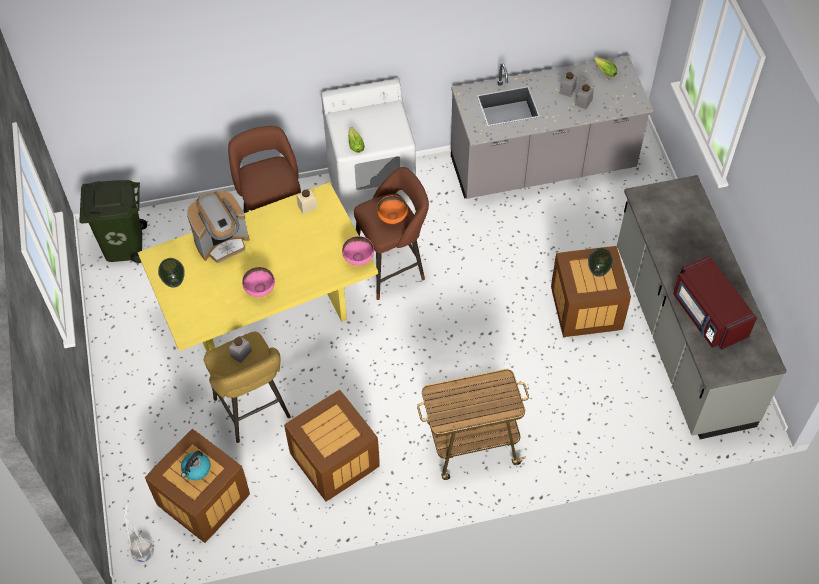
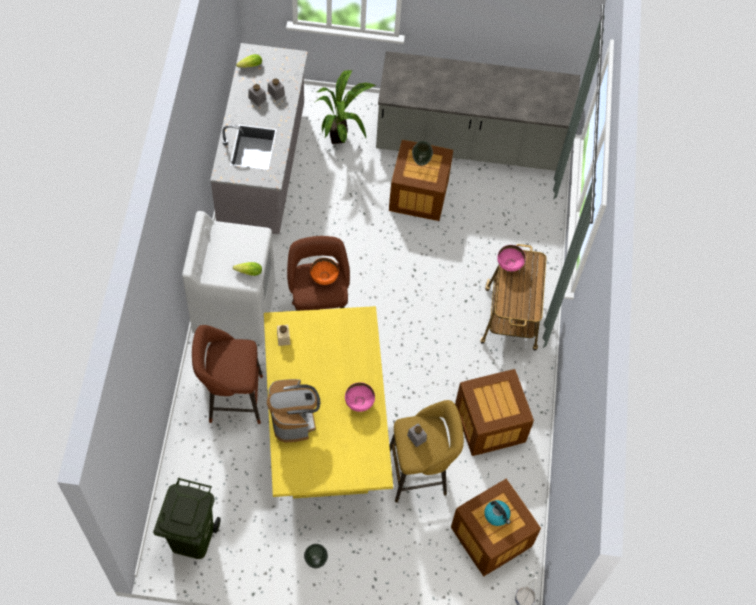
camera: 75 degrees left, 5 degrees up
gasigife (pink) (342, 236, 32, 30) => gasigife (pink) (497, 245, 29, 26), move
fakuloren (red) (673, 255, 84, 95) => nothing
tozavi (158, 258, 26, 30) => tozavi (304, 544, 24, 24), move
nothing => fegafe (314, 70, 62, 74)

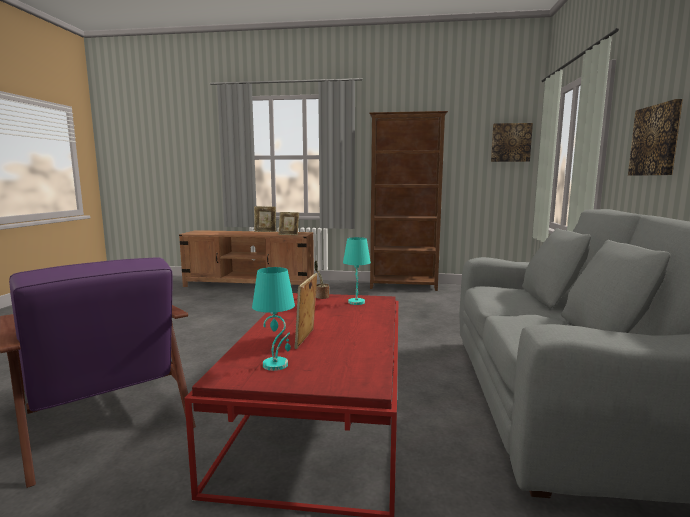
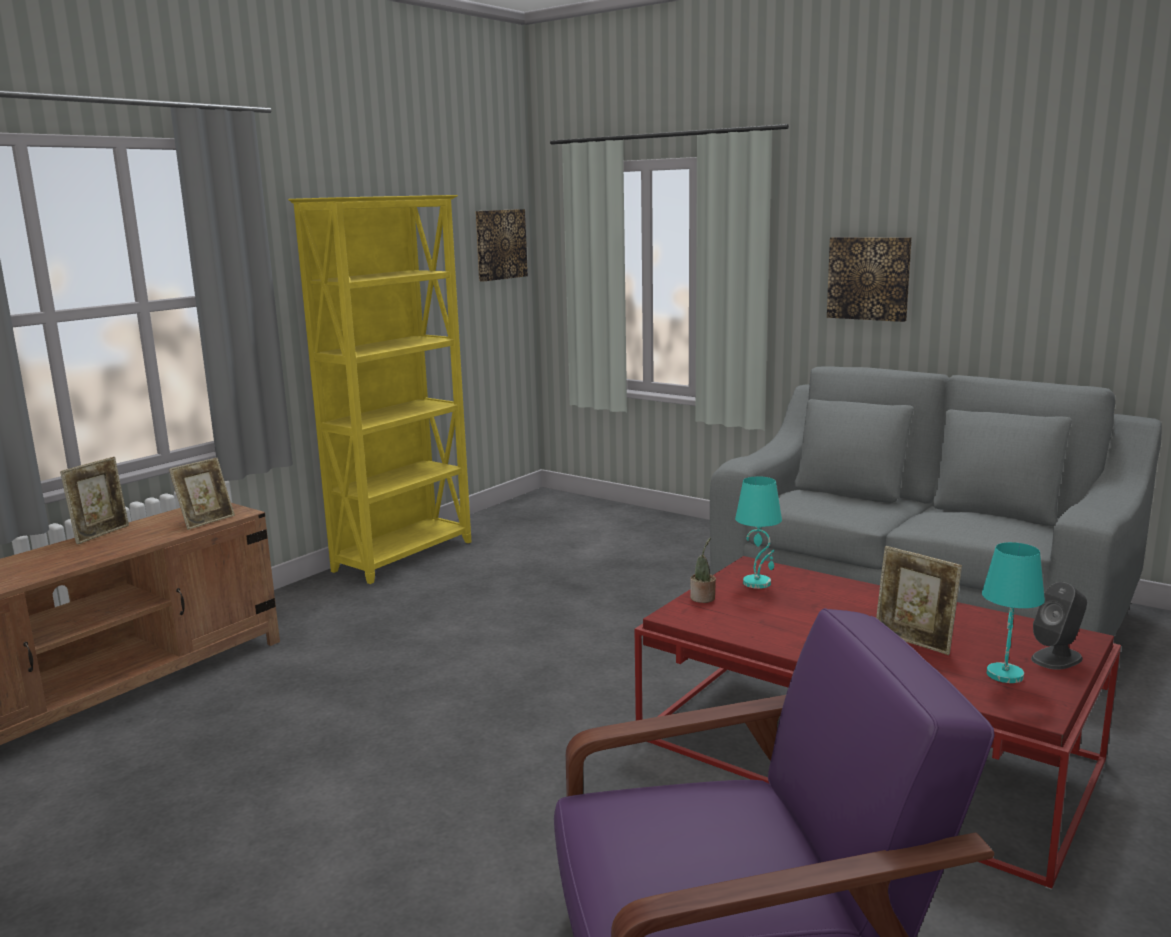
camera: 60 degrees left, 5 degrees up
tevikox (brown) (369, 111, 79, 180) => tevikox (yellow) (288, 195, 184, 389)
nothing => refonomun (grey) (1031, 582, 56, 88)

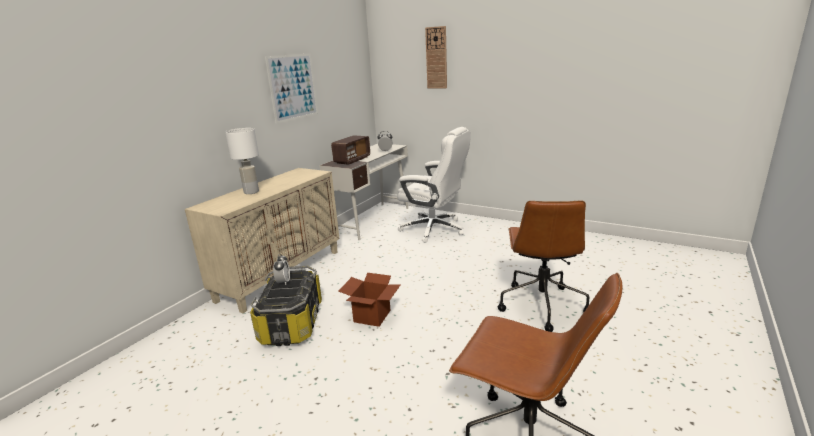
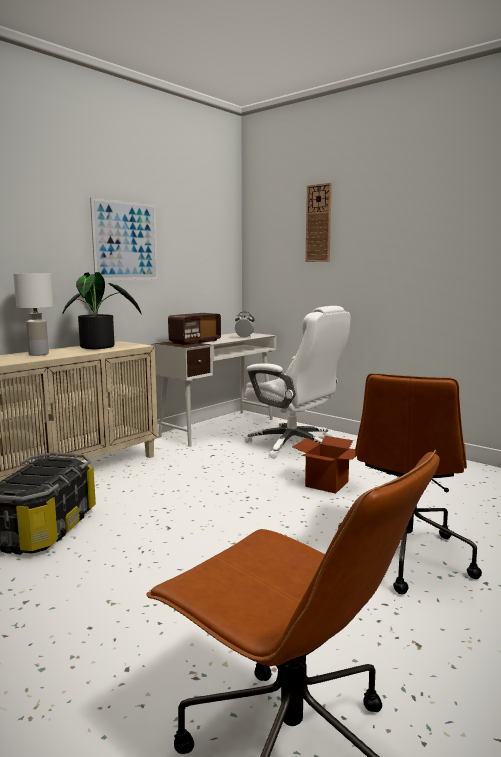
camera: 10 degrees right, 10 degrees down
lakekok (273, 254, 17, 31) => nothing
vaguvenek (338, 273, 62, 54) => vaguvenek (293, 436, 63, 58), move
nothing => fegafe (62, 272, 79, 77)

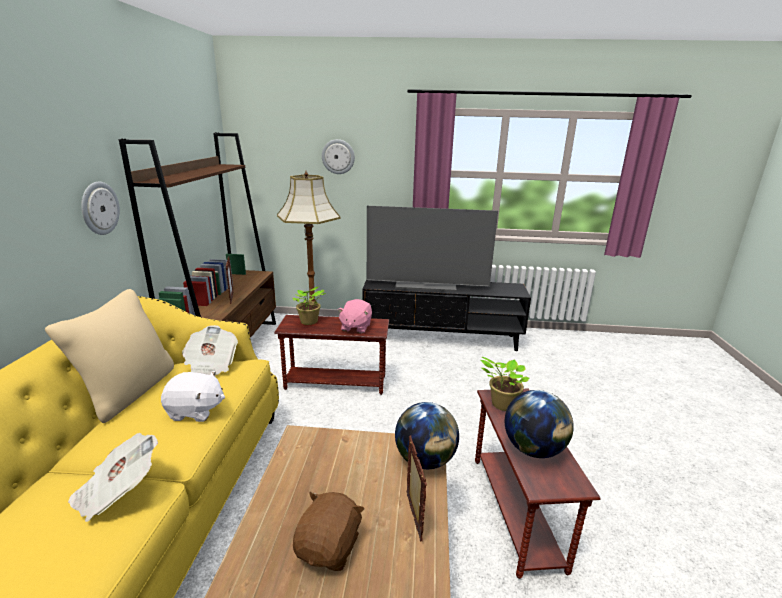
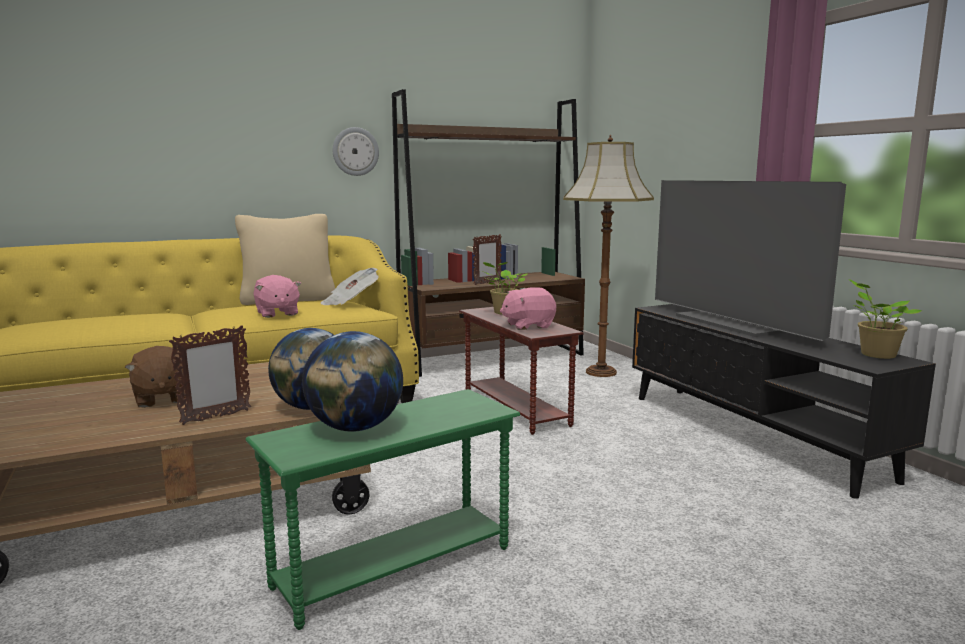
camera: 60 degrees right, 10 degrees down
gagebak (322, 139, 33, 35) => nothing
fegafe (481, 357, 49, 54) => fegafe (849, 279, 73, 80), move
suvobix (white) (161, 371, 64, 51) => suvobix (pink) (253, 275, 48, 43)
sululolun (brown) (475, 389, 126, 190) => sululolun (green) (245, 389, 275, 241)
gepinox (68, 433, 90, 89) => nothing
suvobix (brown) (293, 492, 71, 79) => suvobix (brown) (125, 346, 61, 62), 75 degrees clockwise

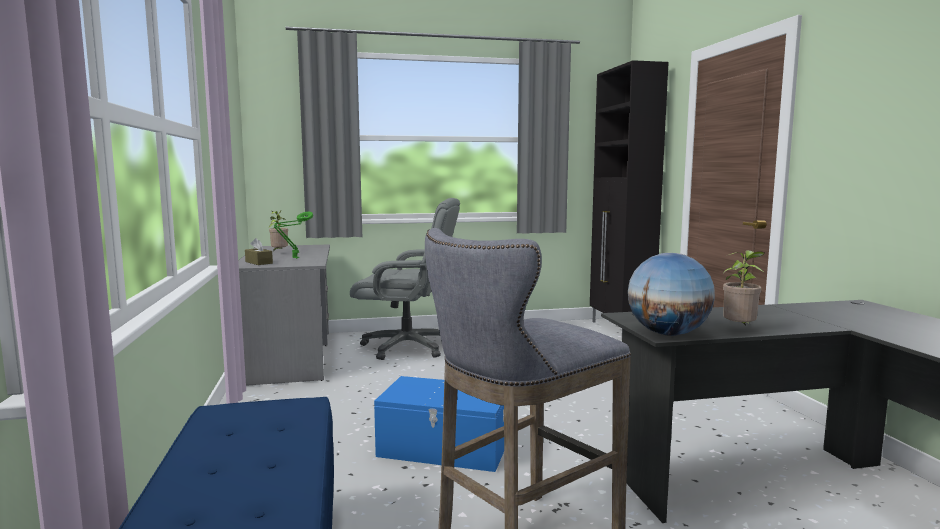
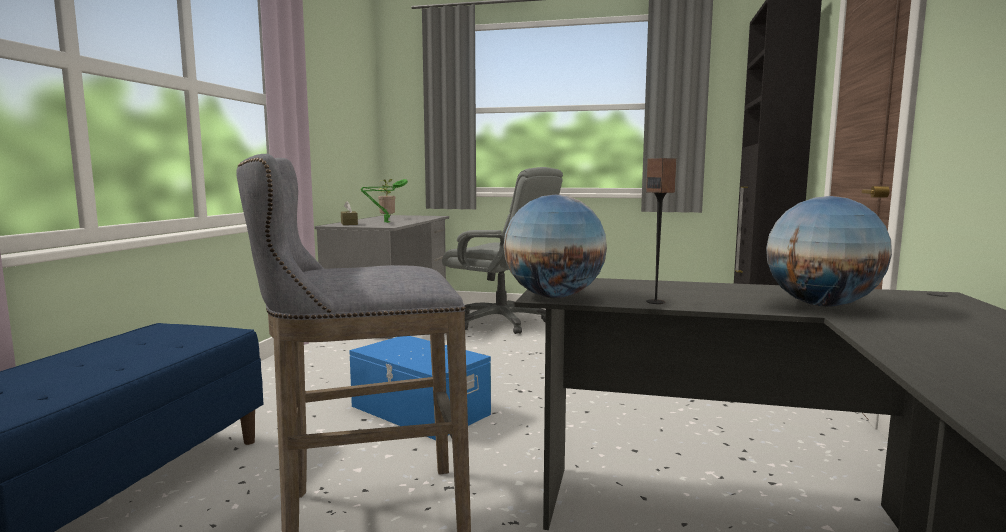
camera: 25 degrees right, 0 degrees up
fegafe (723, 250, 42, 76) => refonomun (646, 158, 31, 146)
nothing => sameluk (766, 196, 126, 111)

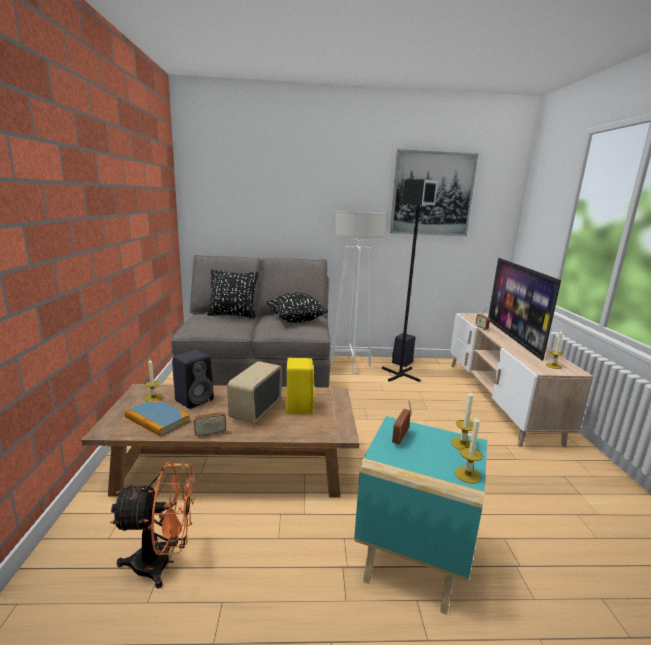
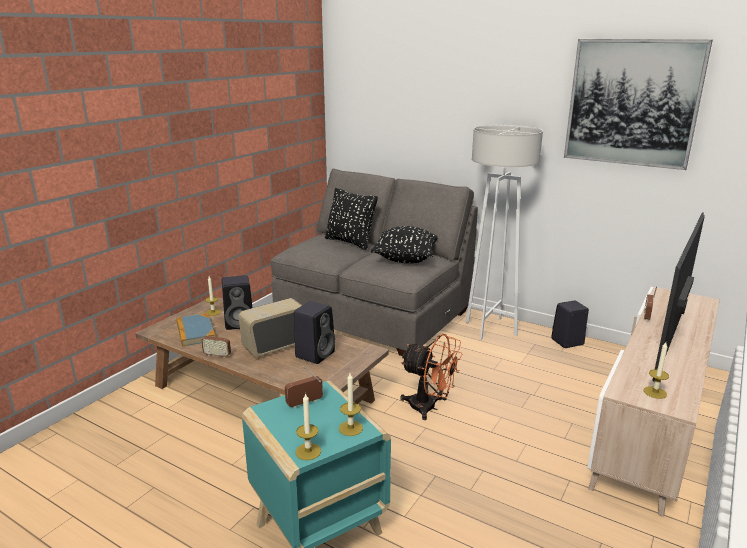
camera: 35 degrees right, 5 degrees up
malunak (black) (382, 179, 56, 203) => nothing
refonomun (yellow) (286, 358, 29, 56) => refonomun (black) (294, 301, 41, 63)
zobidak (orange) (110, 461, 85, 128) => zobidak (orange) (400, 334, 62, 86), move

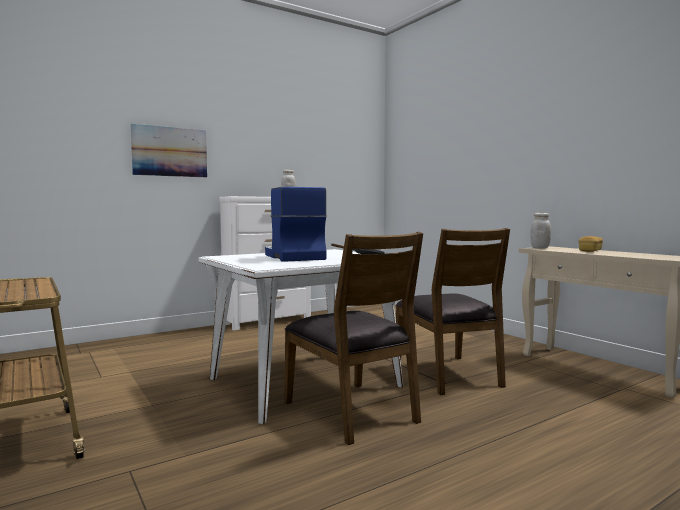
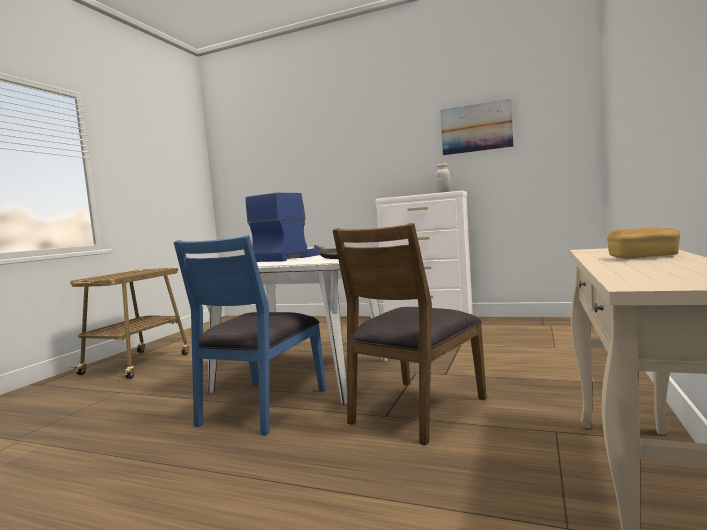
camera: 55 degrees right, 0 degrees up
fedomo (131, 124, 76, 53) => fedomo (440, 99, 73, 56), move
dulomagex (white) (531, 213, 20, 35) => nothing
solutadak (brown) (284, 232, 139, 213) => solutadak (blue) (174, 235, 152, 201)

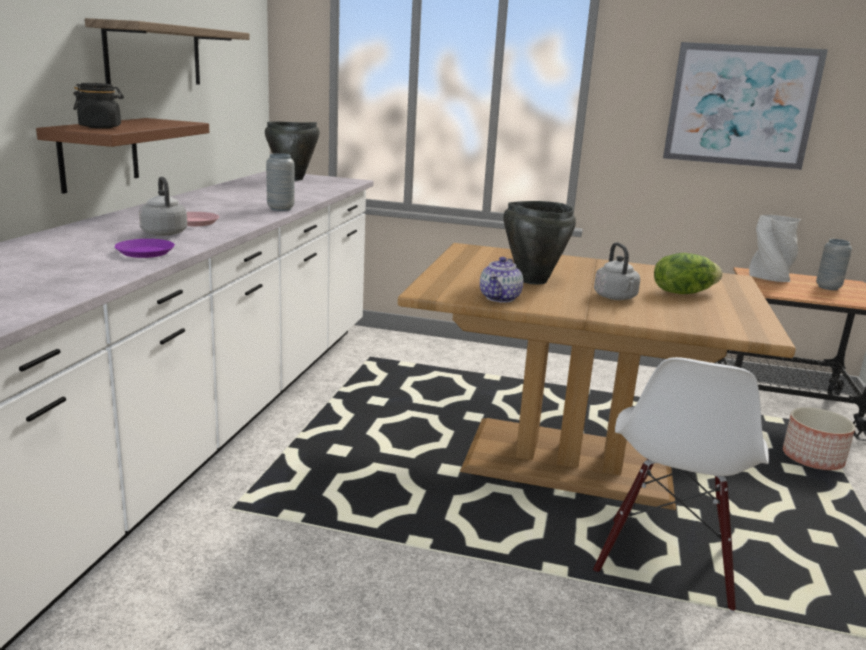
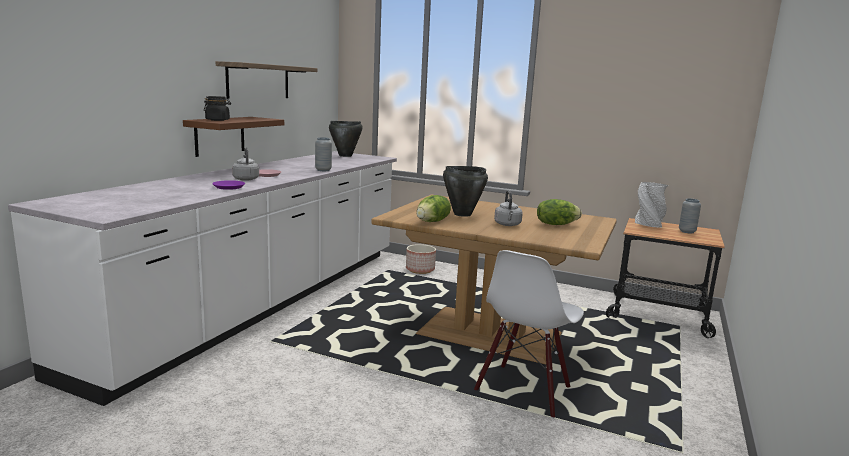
camera: 10 degrees right, 5 degrees down
fedomo (663, 42, 165, 128) => nothing
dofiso (480, 257, 43, 46) => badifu (416, 195, 35, 27)
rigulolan (783, 407, 72, 63) => rigulolan (406, 244, 30, 30), move

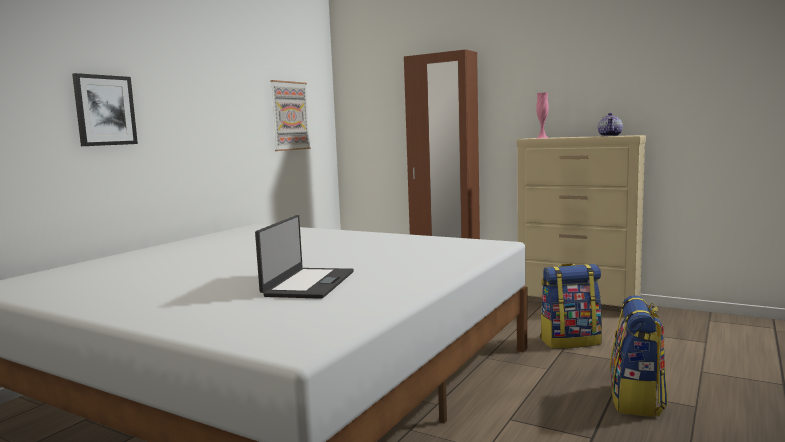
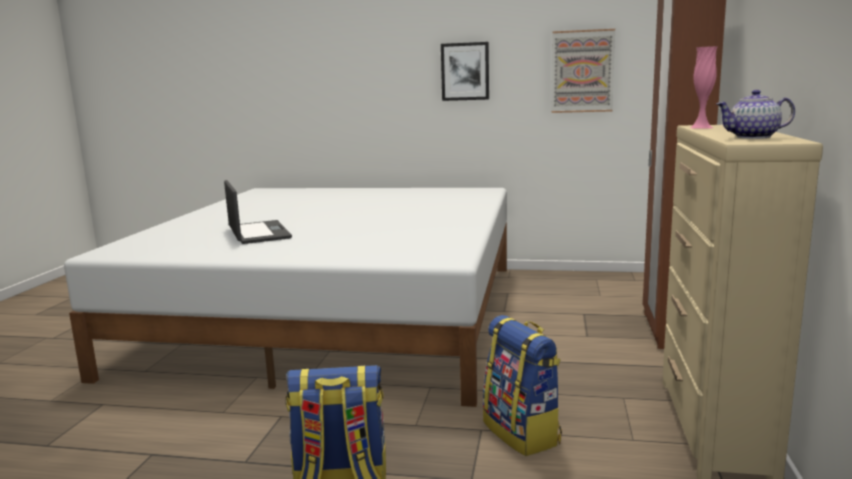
camera: 70 degrees right, 5 degrees up
fedomo (72, 73, 66, 73) => fedomo (441, 42, 48, 59), move
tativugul (255, 215, 99, 84) => tativugul (224, 180, 68, 64), 105 degrees counterclockwise

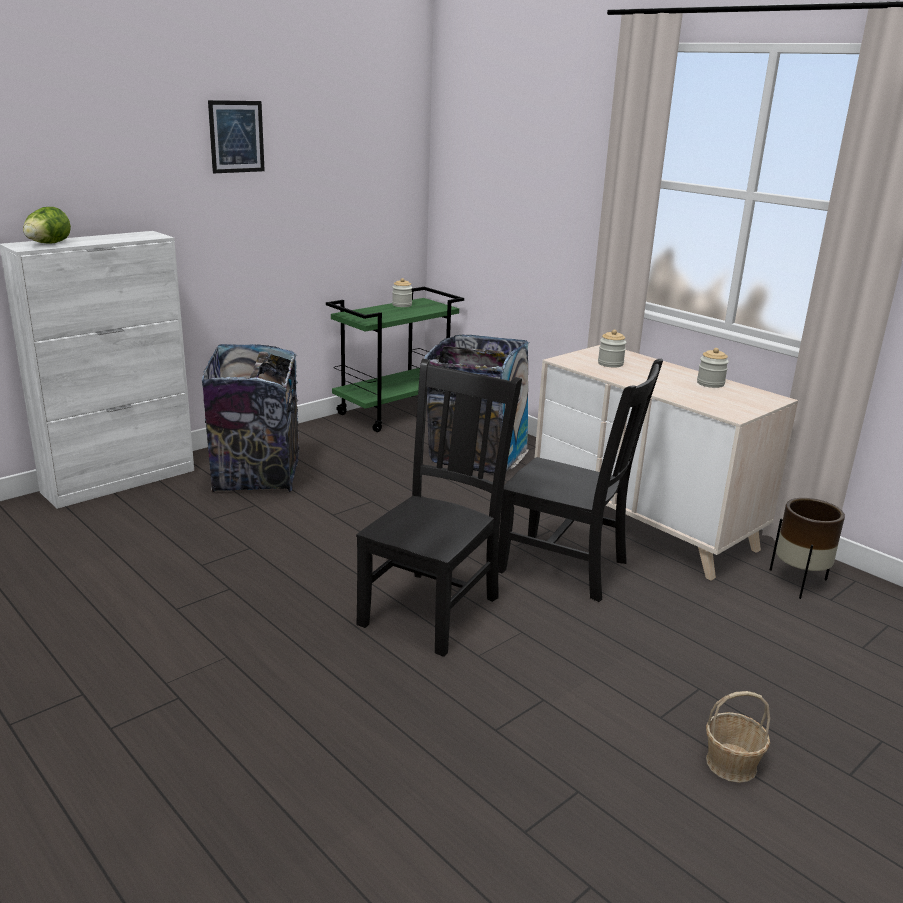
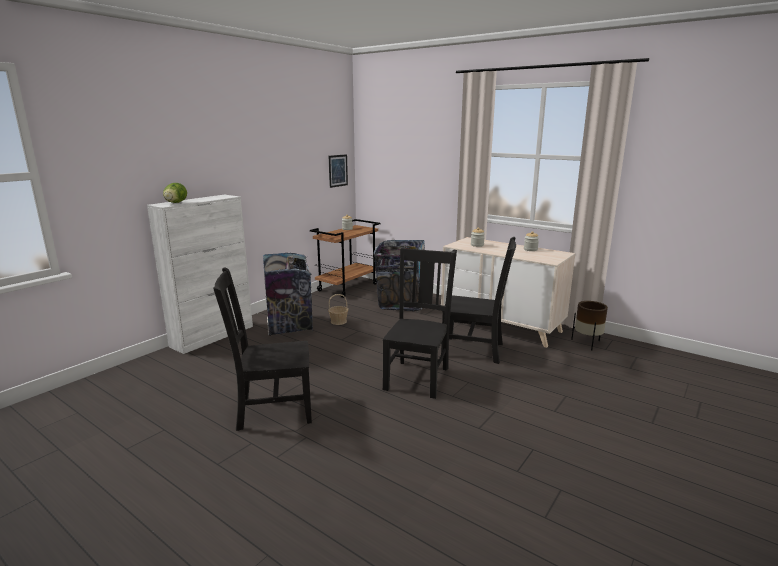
camera: 10 degrees left, 5 degrees down
fedomo (208, 100, 57, 73) => fedomo (329, 154, 19, 34), move
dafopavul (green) (326, 287, 138, 145) => dafopavul (brown) (310, 219, 71, 79)
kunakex (706, 691, 64, 92) => kunakex (328, 294, 20, 31), move
nothing => solutadak (black) (213, 267, 99, 164)

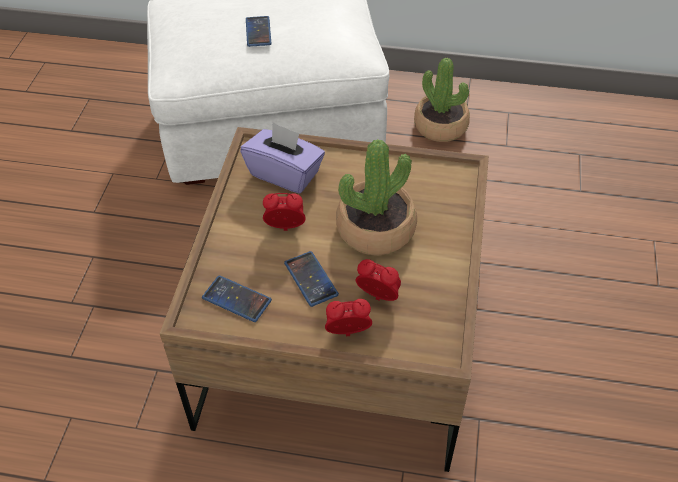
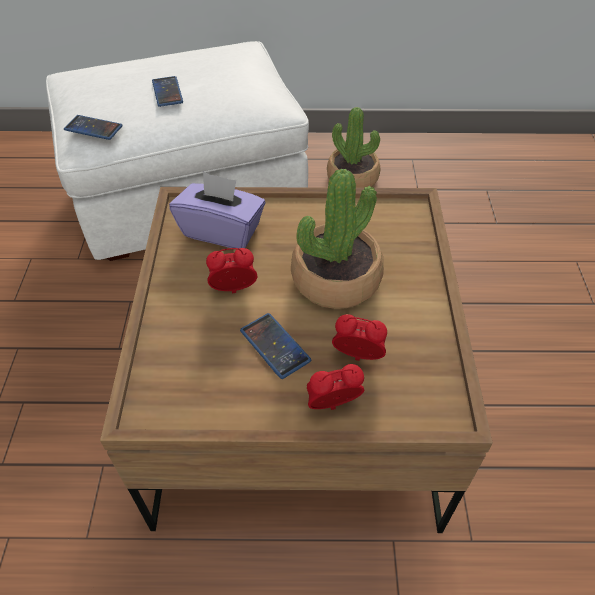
camera: 10 degrees left, 0 degrees up
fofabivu (202, 276, 70, 46) => fofabivu (64, 115, 59, 25), move

